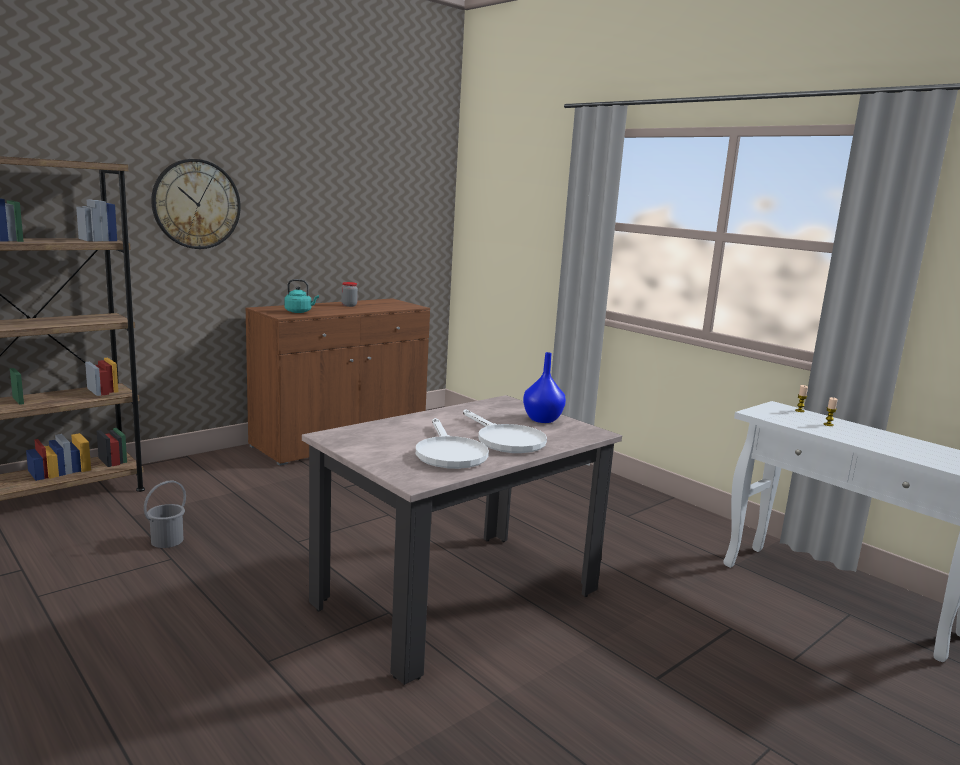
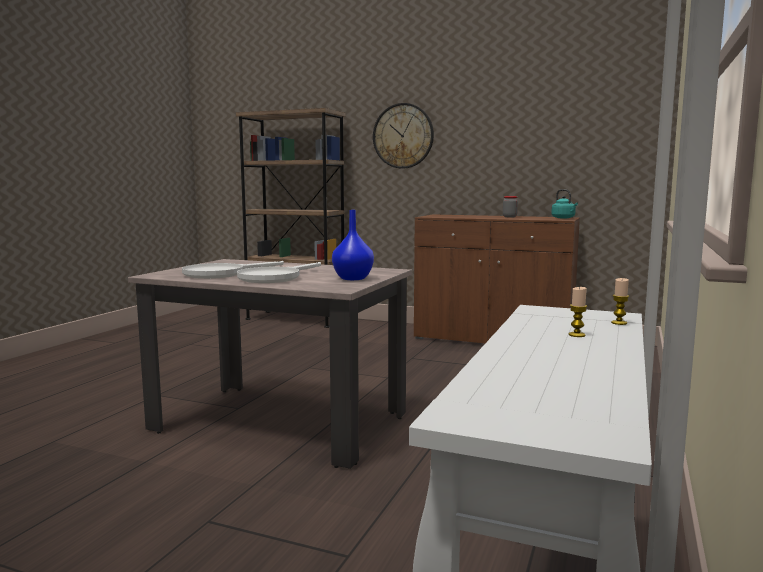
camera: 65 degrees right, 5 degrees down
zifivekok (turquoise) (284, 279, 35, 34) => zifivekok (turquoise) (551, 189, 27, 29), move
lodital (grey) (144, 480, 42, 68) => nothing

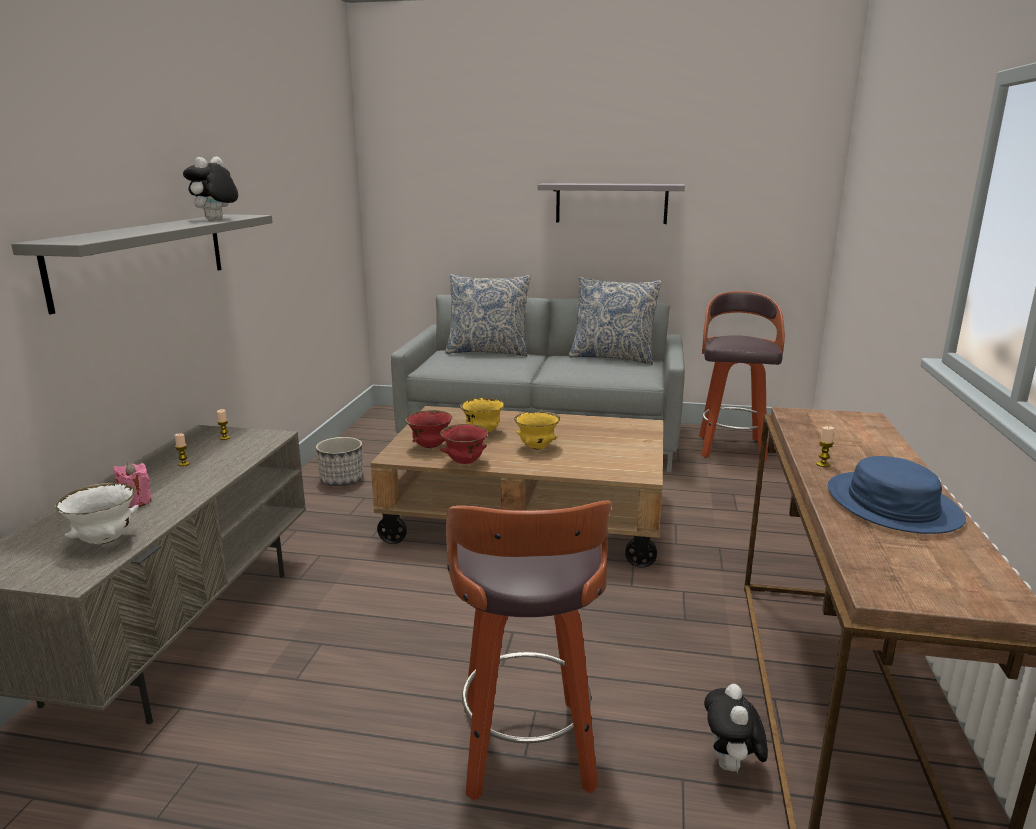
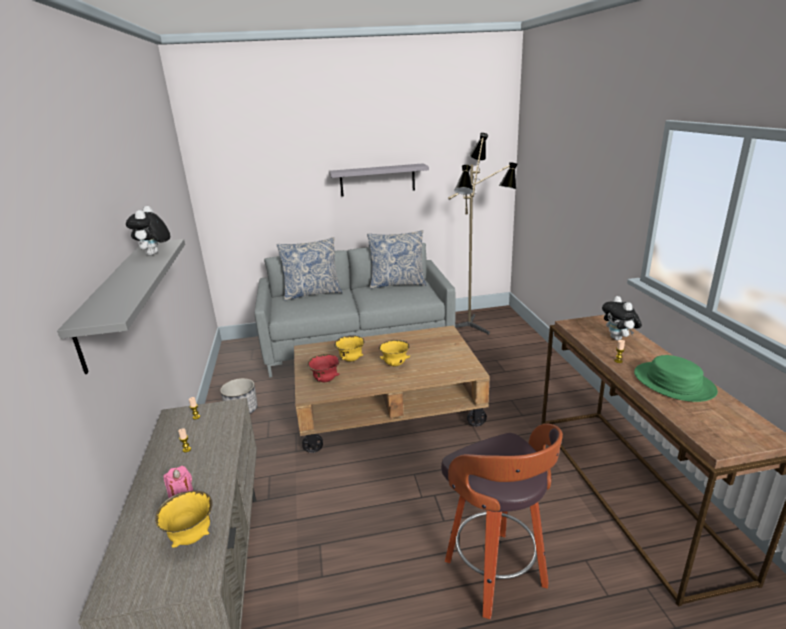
camera: 20 degrees left, 5 degrees up
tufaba (699, 291, 86, 170) => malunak (448, 133, 70, 202)
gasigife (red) (440, 424, 48, 40) => nothing
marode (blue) (828, 456, 138, 78) => marode (green) (634, 355, 84, 47)
gasigife (white) (56, 483, 83, 61) => gasigife (yellow) (155, 491, 58, 57)
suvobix (704, 684, 64, 89) => suvobix (602, 296, 40, 45), move

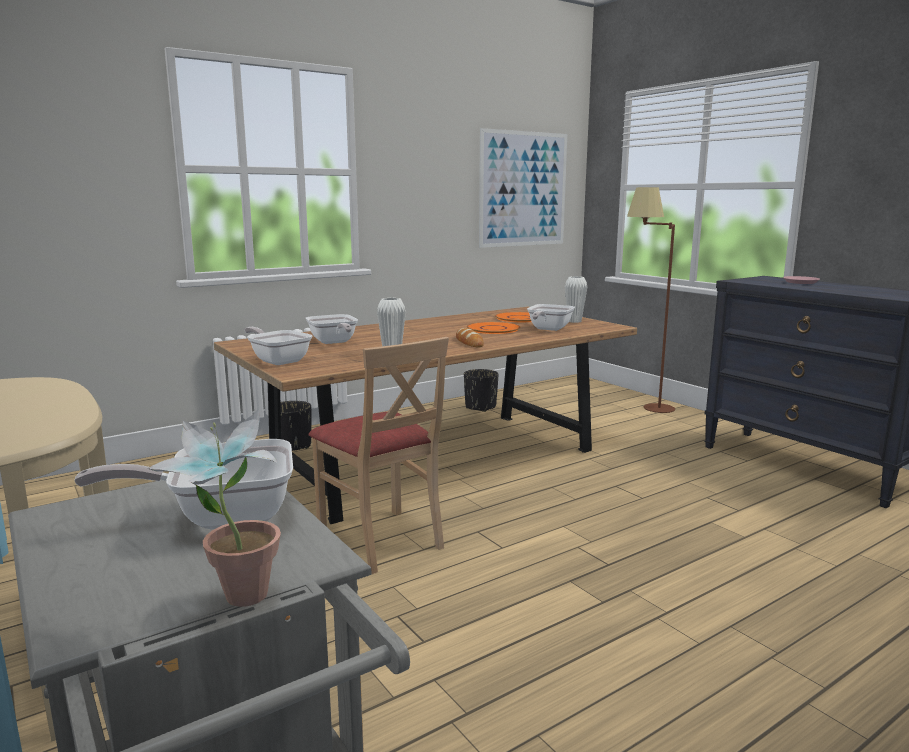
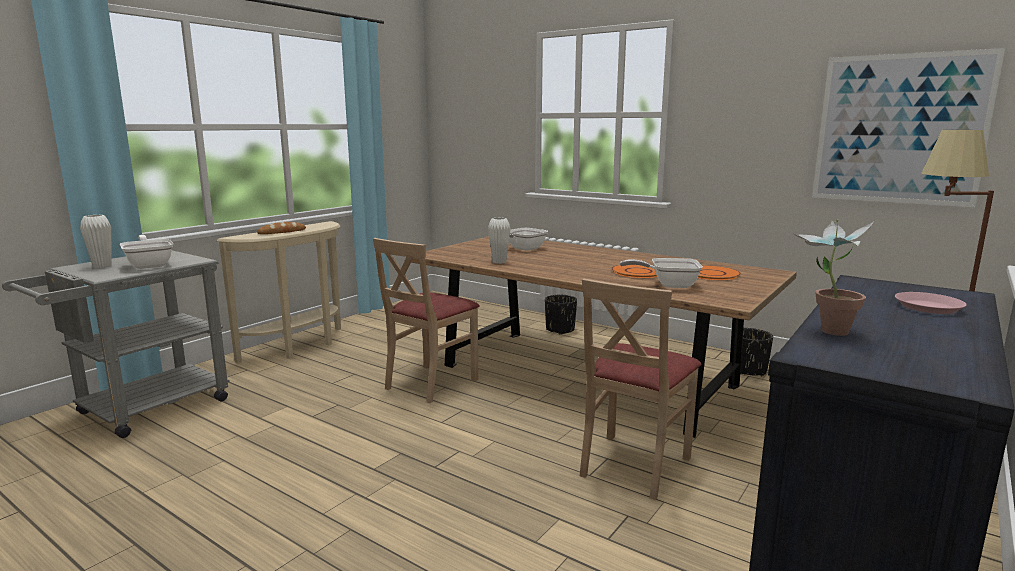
camera: 70 degrees right, 0 degrees up
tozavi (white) (565, 276, 22, 47) => tozavi (white) (80, 215, 32, 53), move
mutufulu (244, 327, 68, 38) => nothing
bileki (456, 328, 28, 19) => bileki (257, 222, 49, 12), move
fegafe (147, 409, 134, 198) => fegafe (793, 219, 81, 117), move
nothing => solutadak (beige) (580, 278, 121, 222)

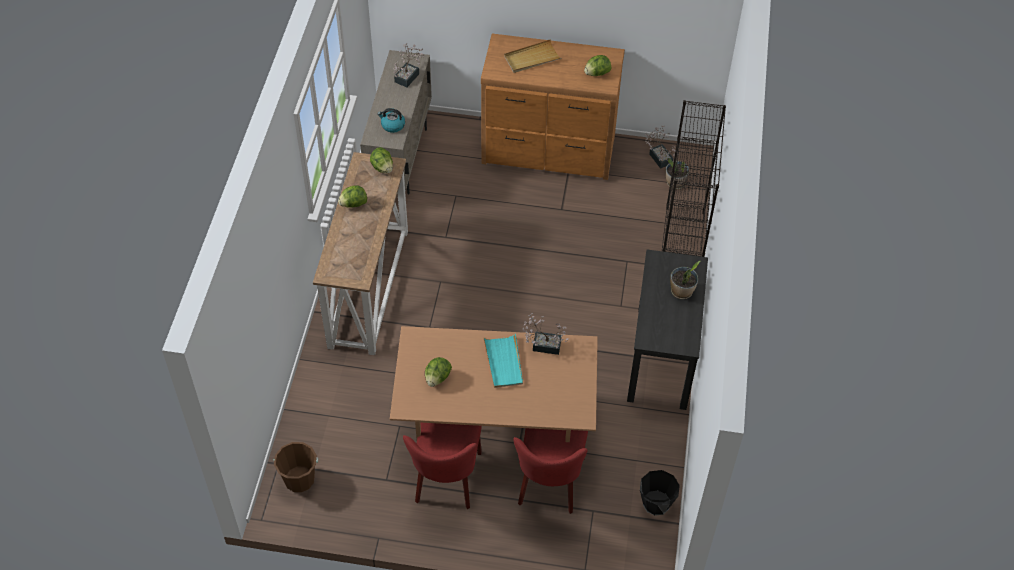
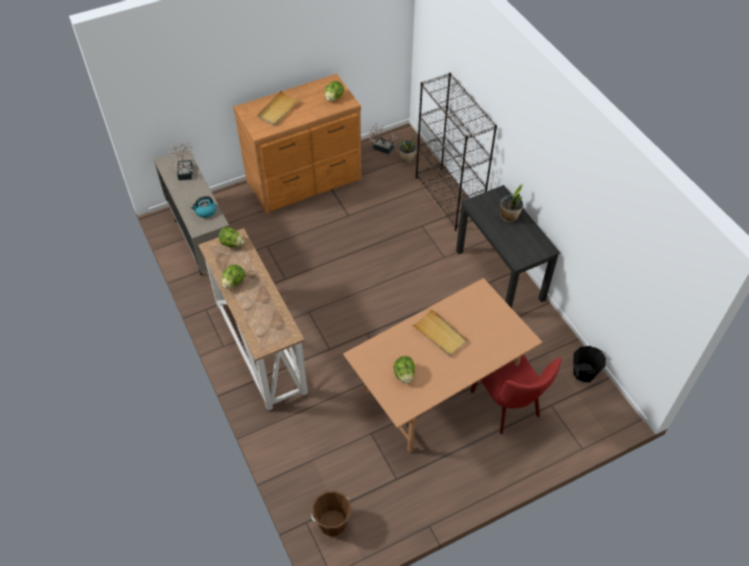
camera: 35 degrees left, 0 degrees up
fegafe (523, 313, 46, 42) => nothing
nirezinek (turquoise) (483, 334, 40, 54) => nirezinek (beige) (412, 309, 55, 47)
solutadak (red) (403, 423, 79, 86) => nothing

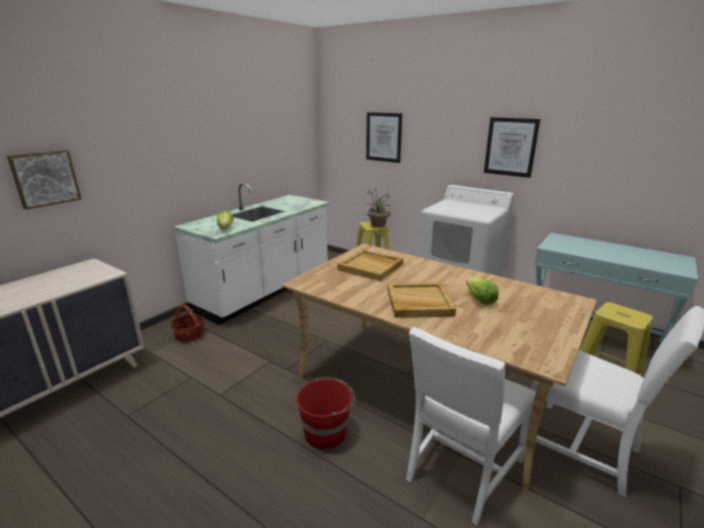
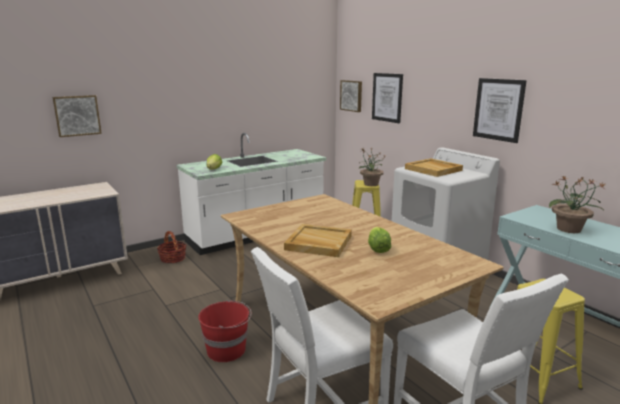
camera: 20 degrees right, 5 degrees down
nirezinek (beige) (338, 249, 65, 32) => nirezinek (beige) (405, 158, 58, 19), move
nothing => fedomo (340, 80, 22, 32)
nothing => fegafe (549, 176, 57, 57)

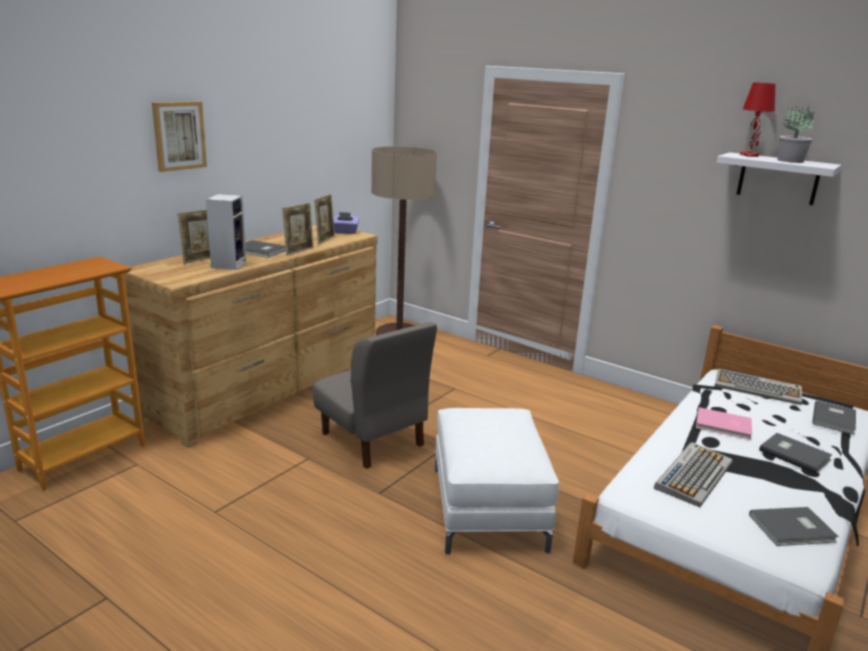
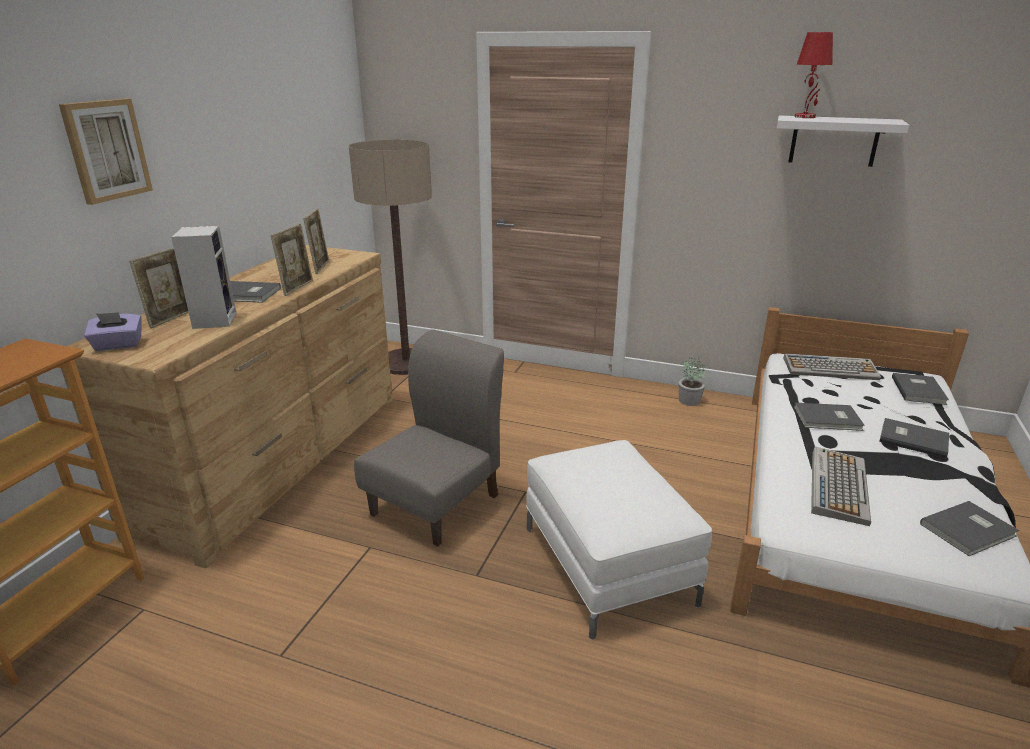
camera: 15 degrees left, 5 degrees up
fegafe (777, 105, 38, 58) => fegafe (679, 357, 26, 49), move
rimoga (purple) (333, 212, 26, 22) => rimoga (purple) (84, 312, 58, 39), move
solutadak (grey) (313, 322, 124, 147) => solutadak (grey) (354, 329, 150, 218), 90 degrees counterclockwise
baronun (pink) (696, 407, 56, 33) => baronun (grey) (794, 403, 71, 28)

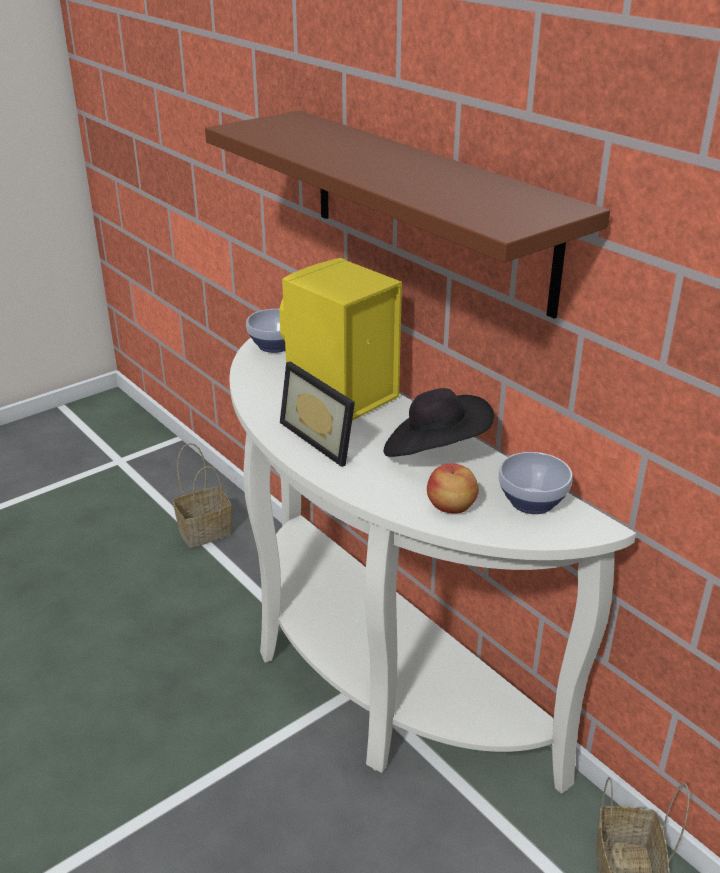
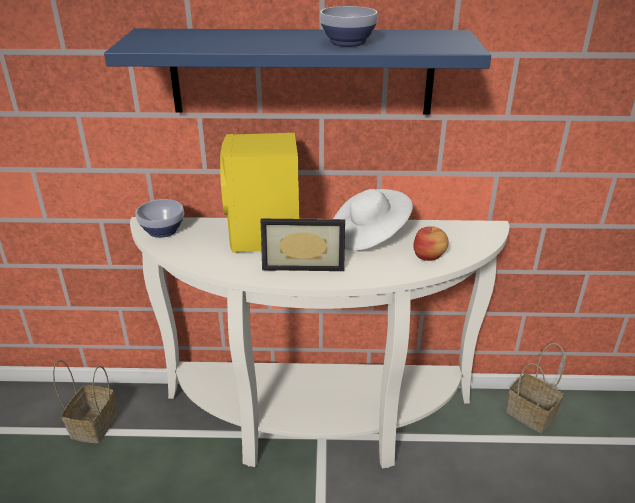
camera: 50 degrees left, 0 degrees up
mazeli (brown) (205, 110, 405, 209) => mazeli (blue) (104, 29, 387, 85)
marode (black) (384, 388, 110, 69) => marode (white) (333, 189, 80, 62)
gasigife (498, 452, 74, 62) => gasigife (320, 6, 58, 41), move

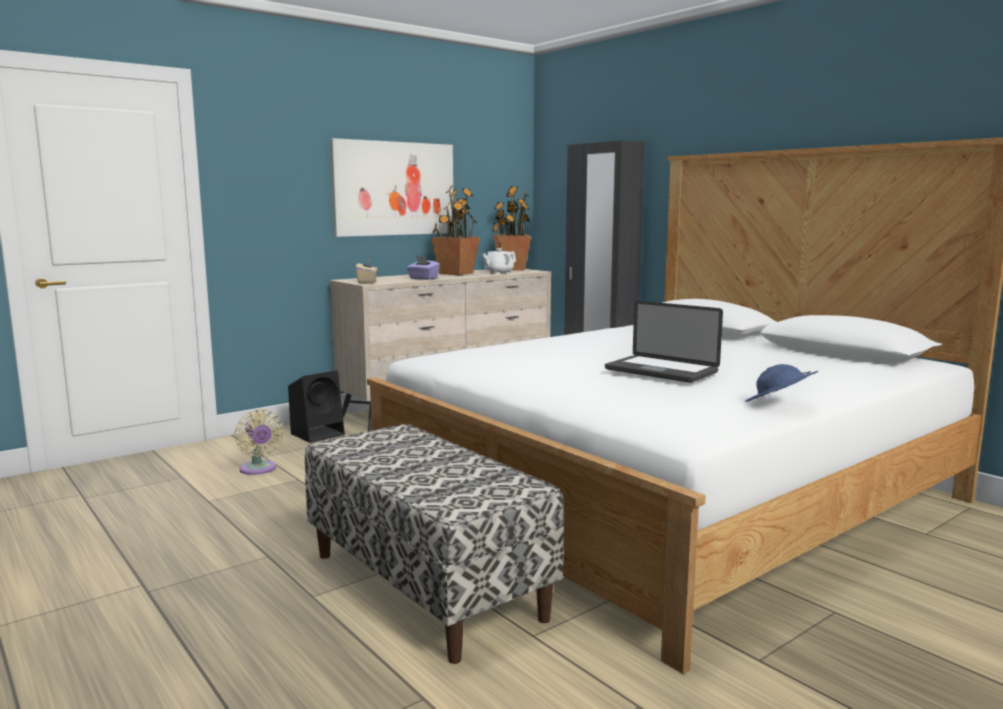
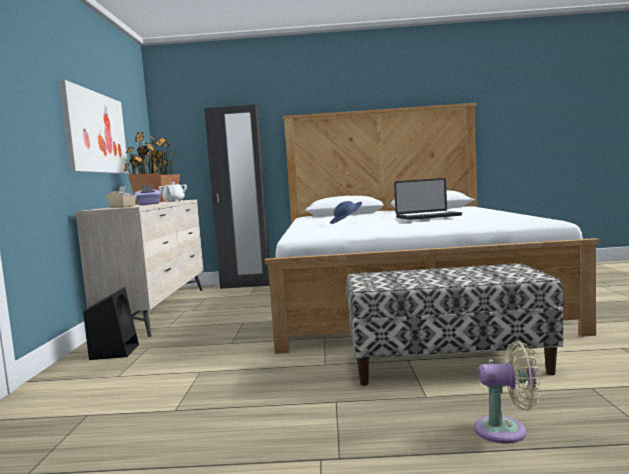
camera: 50 degrees left, 5 degrees down
marode (blue) (745, 364, 73, 38) => marode (blue) (330, 201, 32, 23), move
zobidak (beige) (234, 409, 50, 66) => zobidak (beige) (474, 341, 66, 103), move

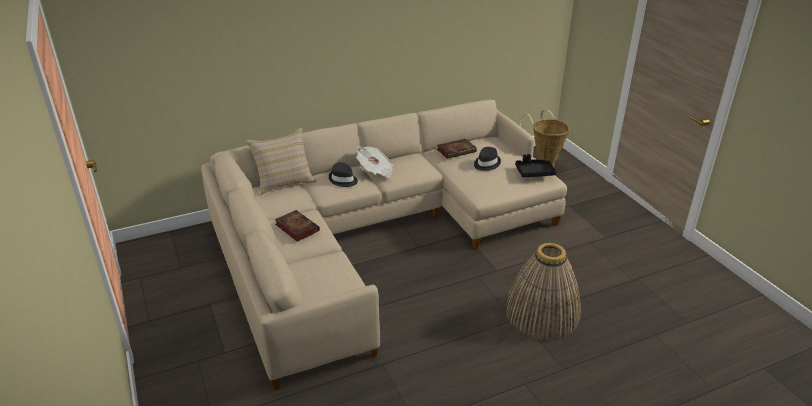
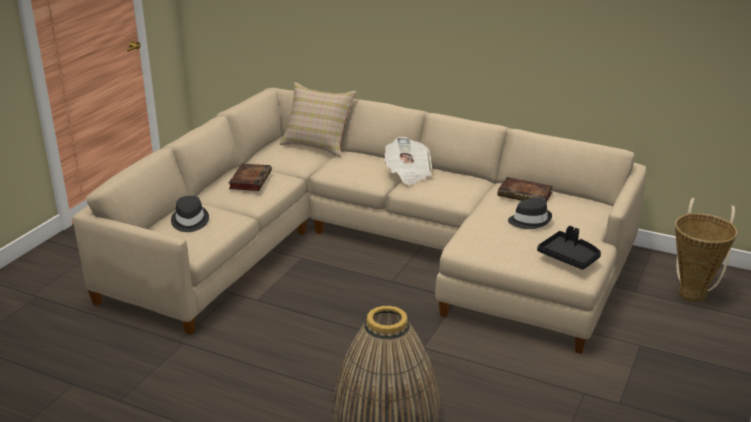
camera: 50 degrees right, 5 degrees down
marode (black) (329, 162, 29, 25) => marode (black) (171, 196, 38, 36), move

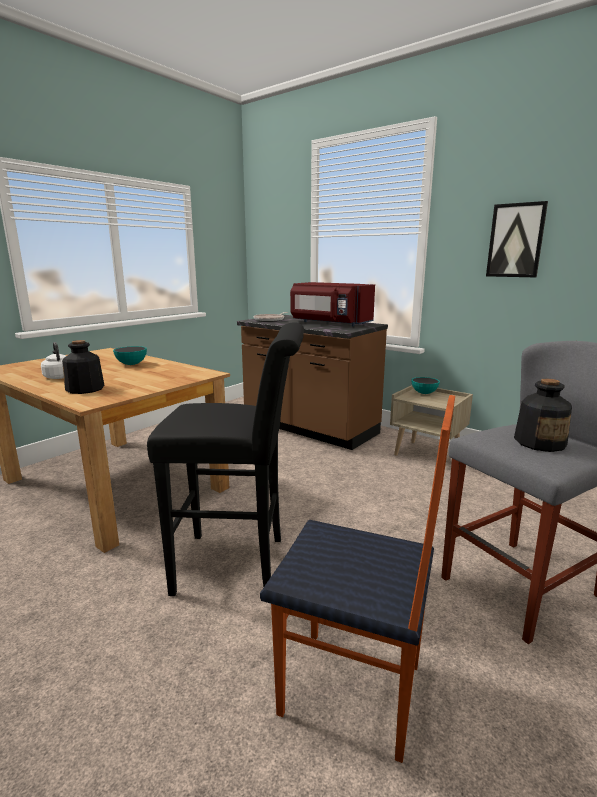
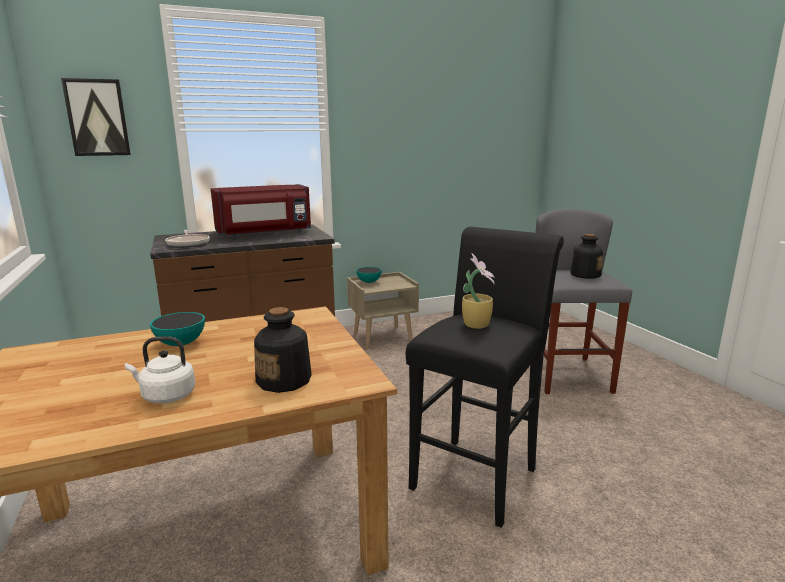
camera: 60 degrees left, 0 degrees up
fedomo (486, 201, 62, 76) => fedomo (61, 78, 70, 78), move
solutadak (260, 395, 195, 368) => nothing
nothing => fegafe (462, 253, 33, 76)

